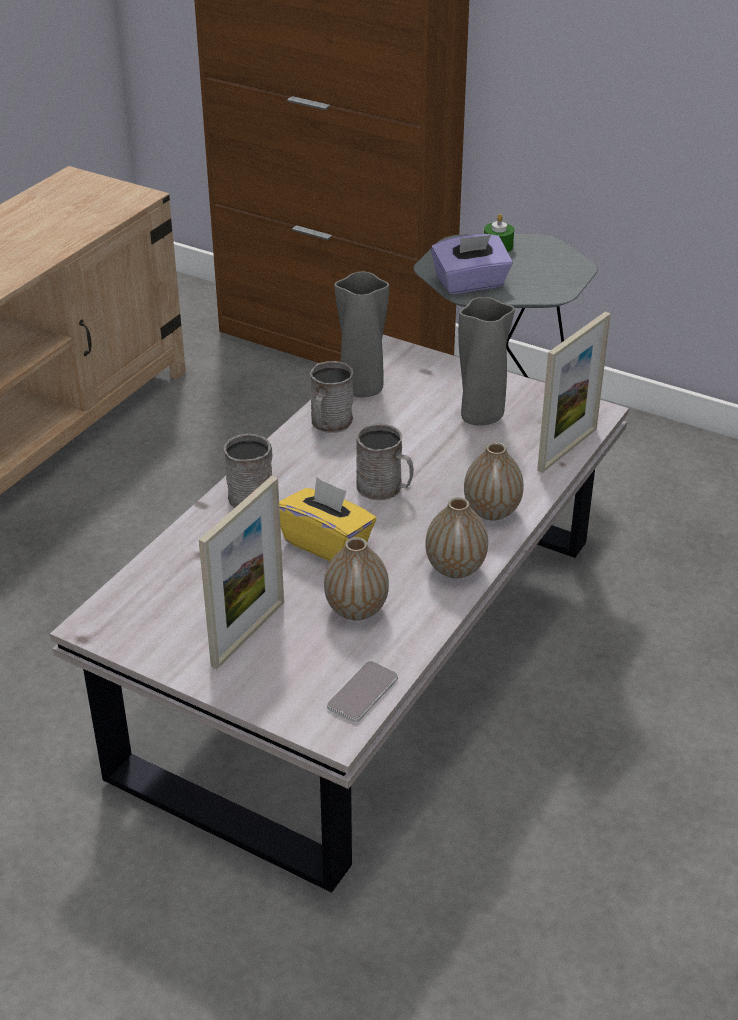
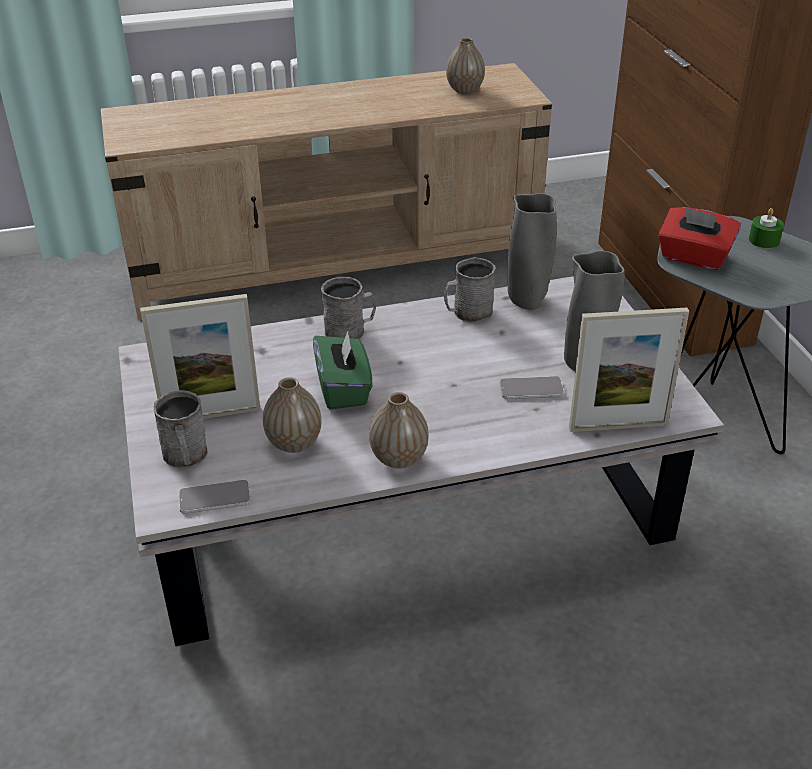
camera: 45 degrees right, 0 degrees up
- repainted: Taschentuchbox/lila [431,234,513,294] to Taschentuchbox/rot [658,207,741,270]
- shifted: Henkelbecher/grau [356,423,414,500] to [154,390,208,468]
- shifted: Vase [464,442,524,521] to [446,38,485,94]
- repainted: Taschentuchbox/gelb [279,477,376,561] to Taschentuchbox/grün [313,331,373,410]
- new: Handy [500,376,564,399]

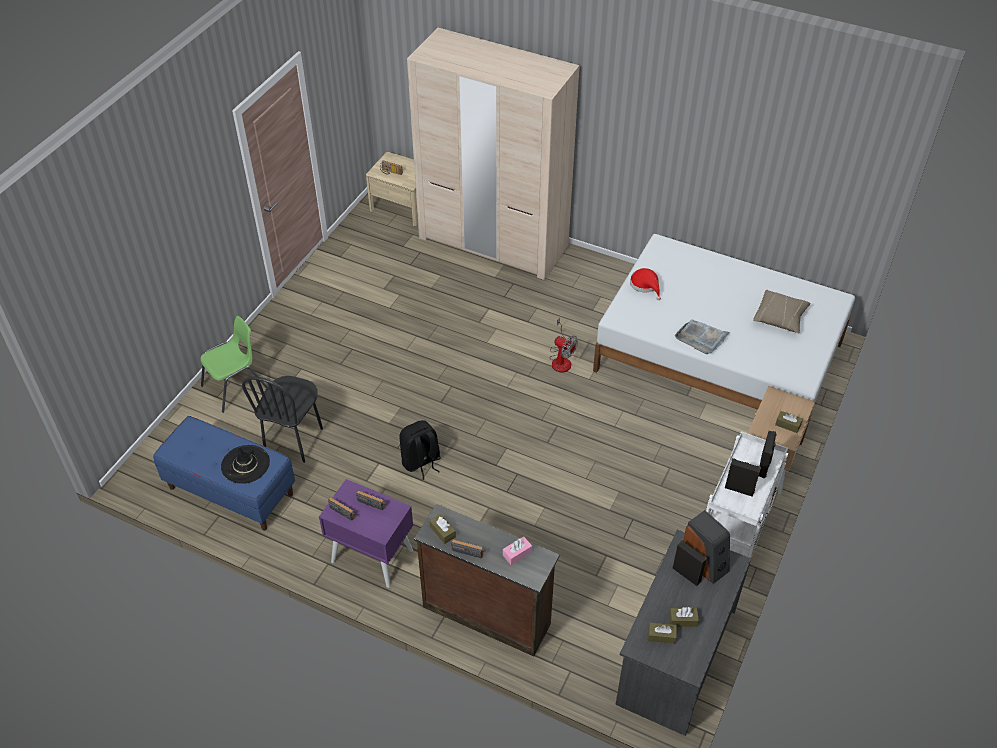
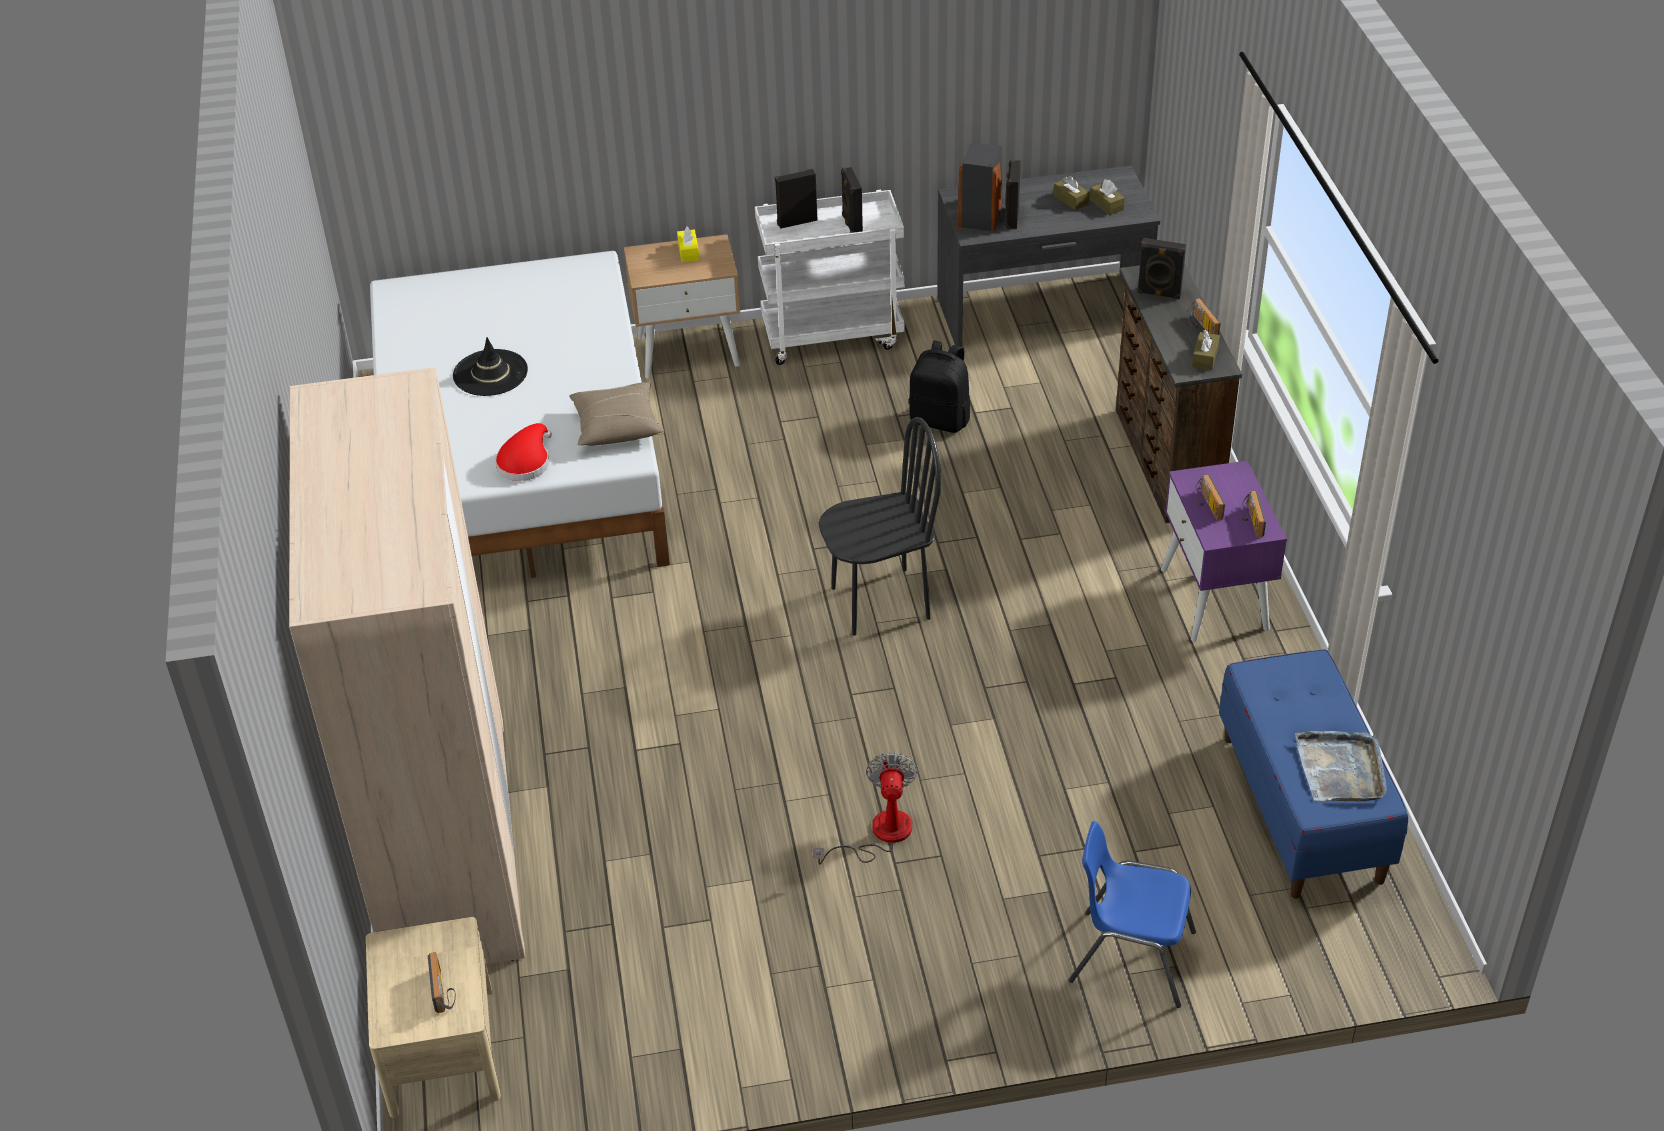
camera: 125 degrees left, 5 degrees down
- shifted: Kissen/beige [753,290,810,334] to [569,382,664,446]
- repainted: Stuhl/grün [200,316,267,413] to Stuhl/blau [1069,821,1196,1008]
- shifted: Ventilator [549,318,578,373] to [813,752,917,865]
- shifted: Tablett/grau [675,319,730,354] to [1295,731,1388,801]
- shifted: Stuhl/schwarz [242,376,323,463] to [818,417,941,636]
- repainted: Taschentuchbox/braun [775,411,803,433] to Taschentuchbox/gelb [677,226,700,262]
- shifted: Rucksack/schwarz [399,420,441,480] to [909,340,970,433]
- shifted: Hut/schwarz [221,445,270,484] to [453,337,528,396]
- swapped: Taschentuchbox/rosa [503,536,532,565] to Lautsprecher/schwarz [1137,238,1186,300]

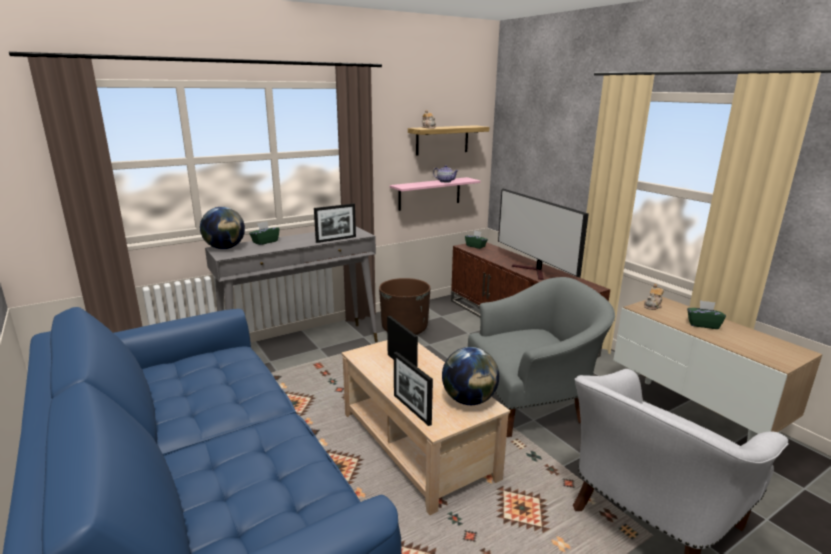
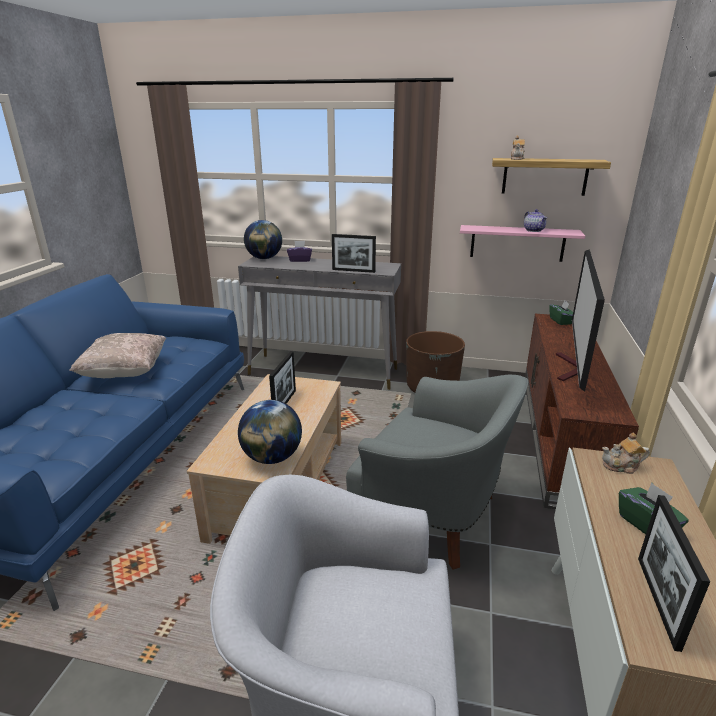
camera: 45 degrees right, 5 degrees up
- repainted: Taschentuchbox/grün [249,221,280,245] to Taschentuchbox/lila [287,241,312,262]
- shifted: Bilderrahmen [394,352,433,426] to [638,495,710,652]
- new: Kissen/beige [69,333,166,378]

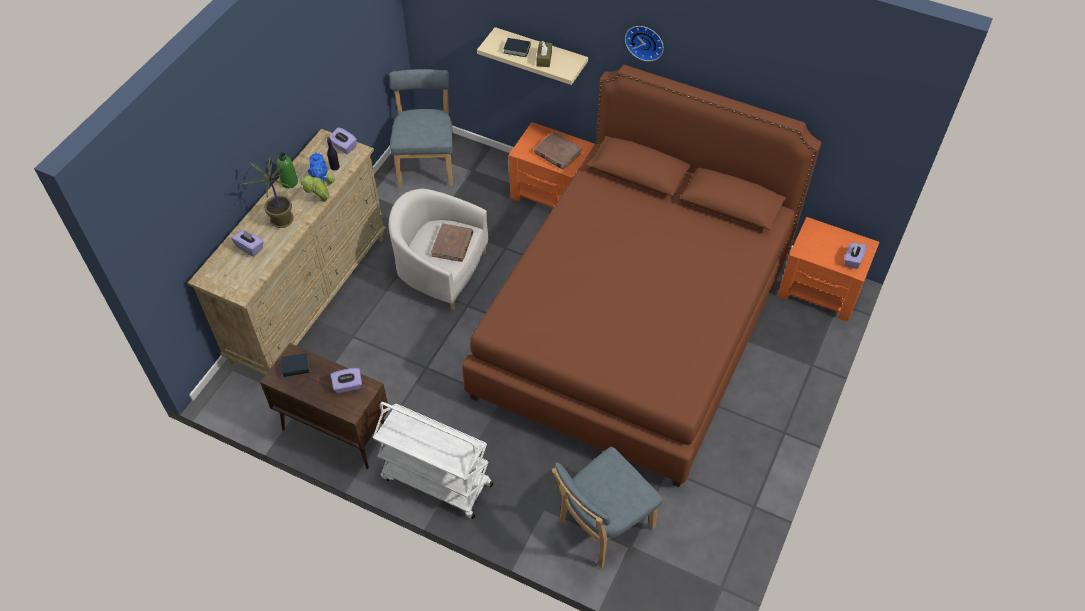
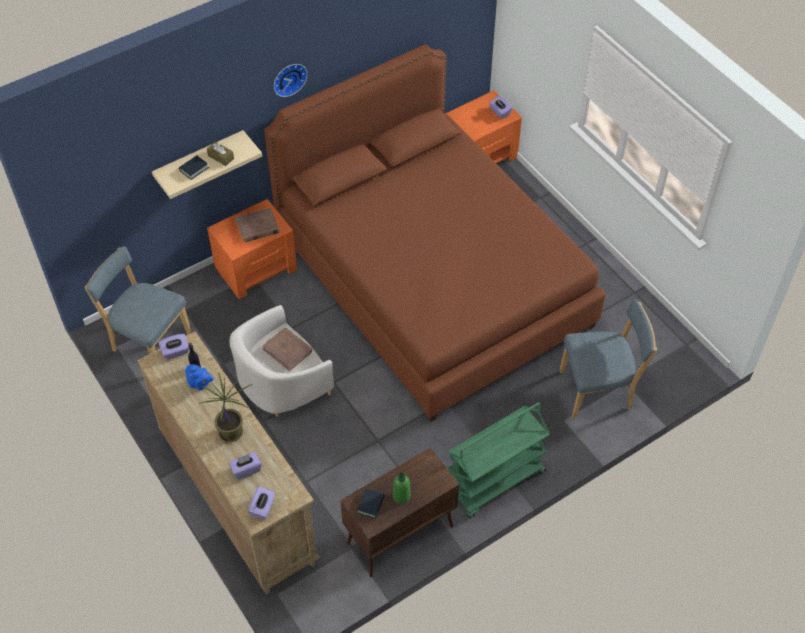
camera: 60 degrees left, 0 degrees up
- shifted: Flasche/grün [277,152,298,188] to [393,473,411,504]
- gone: Topfpflanze [301,173,335,202]
- shifted: Taschentuchbox/lila [331,368,362,393] to [248,486,275,519]
- repainted: Rollwagen/weiß [373,402,493,519] to Rollwagen/grün [448,403,550,518]
- rotated: Stuhl/blau [552,447,662,568] = [559,299,657,418] 90 degrees counterclockwise

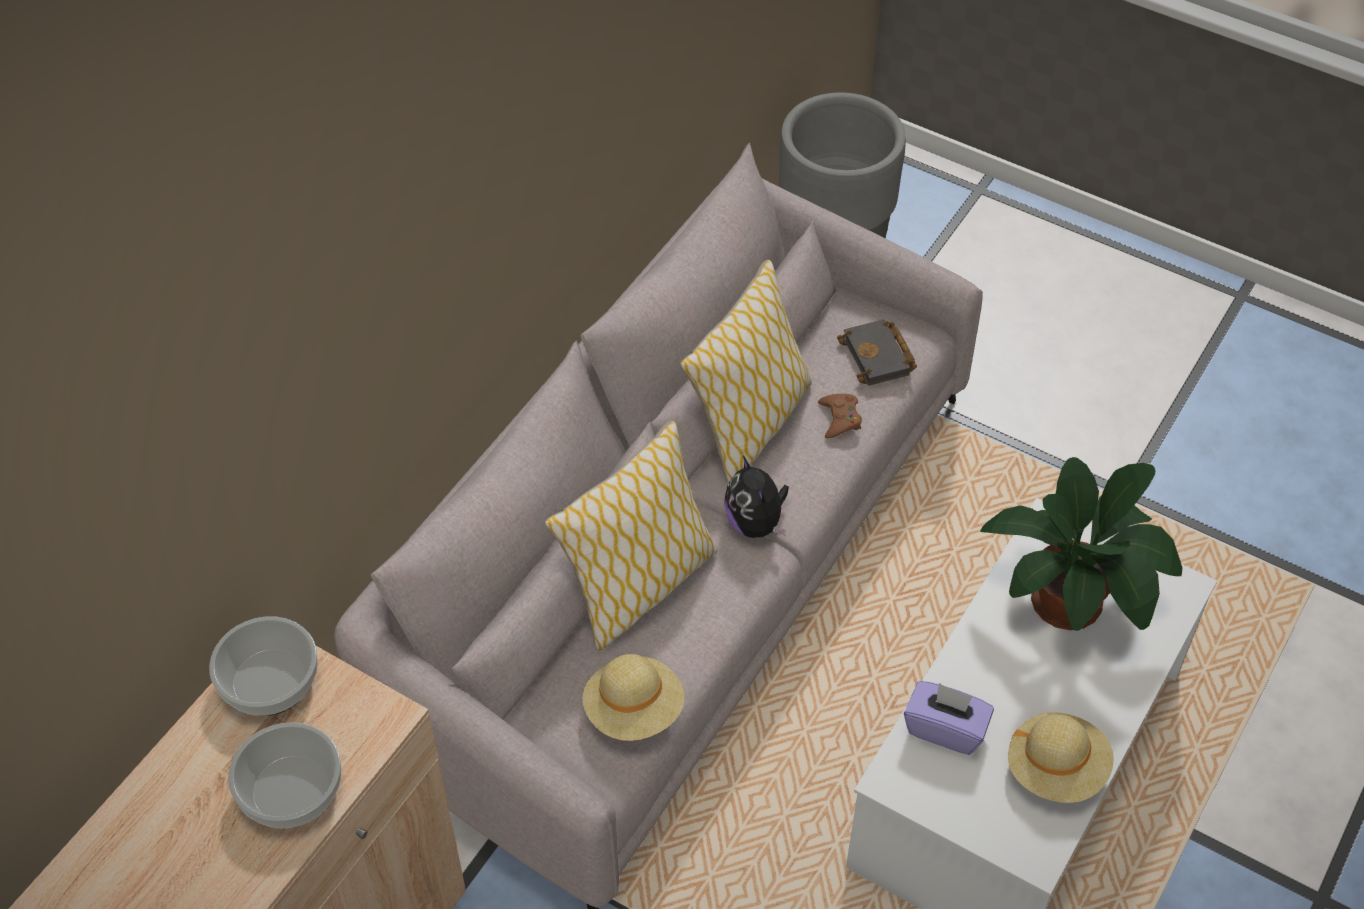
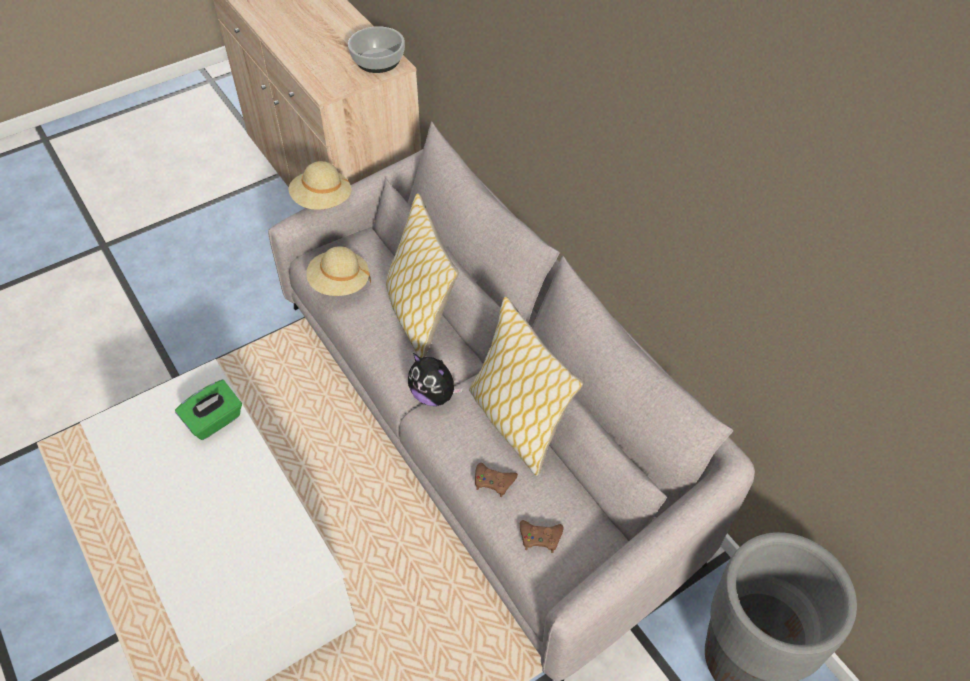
camera: 115 degrees right, 0 degrees up
- swapped: Buch/schwarz [837,319,917,386] to Gamepad/braun [520,520,564,553]
- rotated: Plüschtier [724,456,789,538] = [408,353,463,406] 150 degrees counterclockwise
- gone: Topfpflanze [980,457,1182,631]
- repainted: Taschentuchbox/lila [904,681,994,755] to Taschentuchbox/grün [175,380,242,440]
- shifted: Hut/beige [1008,712,1114,803] to [289,161,351,210]
- gone: Schüssel [228,722,341,829]

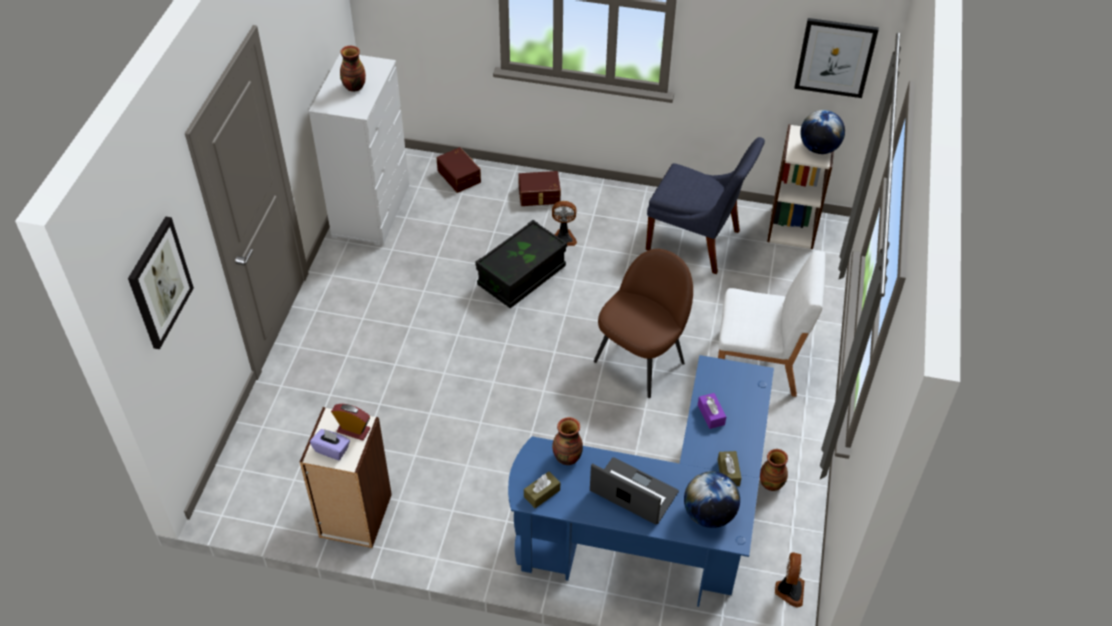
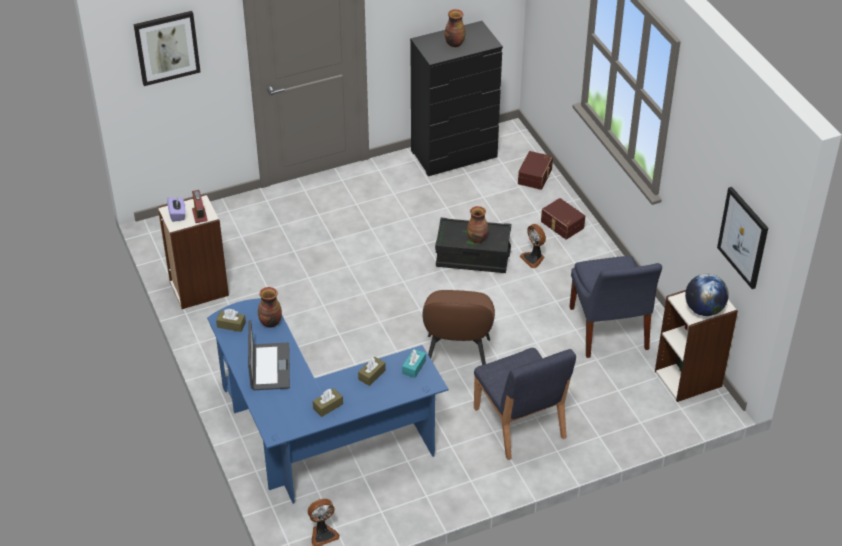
camera: 55 degrees right, 5 degrees down
- repainted: Kommode/weiß [309,52,409,246] to Kommode/schwarz [410,21,503,176]
- rotated: Stuhl/braun [594,249,693,398] = [422,290,495,365] 90 degrees clockwise
- repainted: Stuhl/weiß [718,251,825,397] to Stuhl/blau [474,348,576,460]
- repainted: Taschentuchbox/lila [698,393,726,429] to Taschentuchbox/braun [358,357,386,386]
- shifted: Vase [760,449,788,491] to [467,206,489,244]
- gone: Globus [684,471,740,528]
- new: Taschentuchbox/türkis [402,349,426,378]

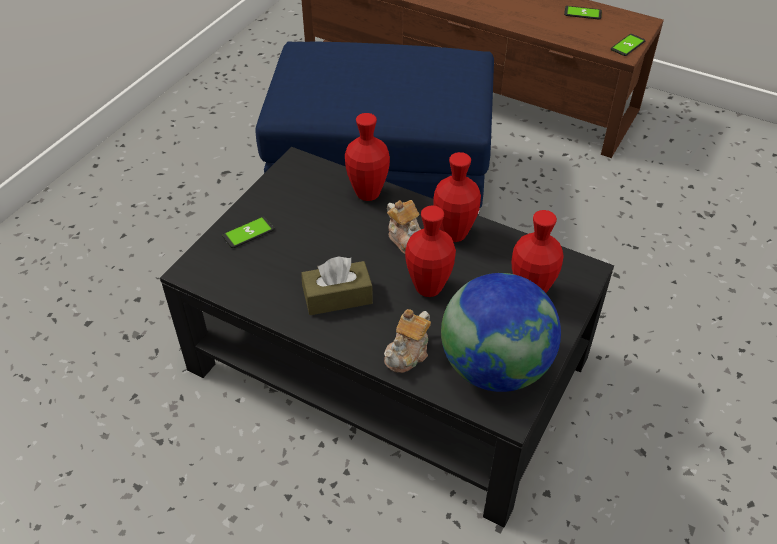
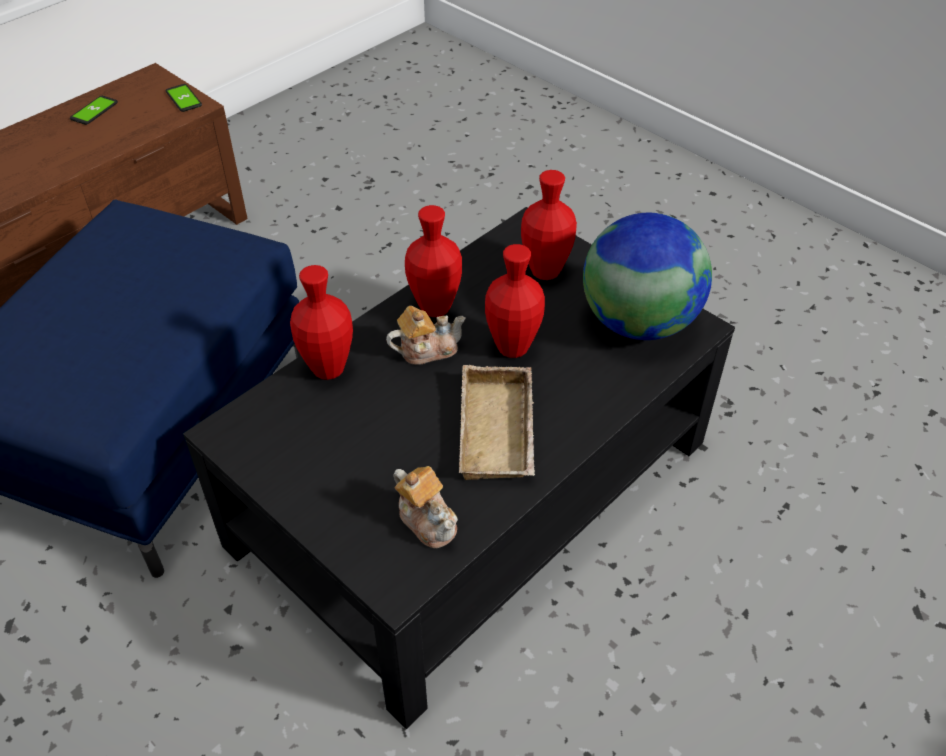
camera: 75 degrees left, 0 degrees up
- gone: Handy [222,216,275,248]
- swapped: Taschentuchbox/braun [301,257,373,315] to Tablett/beige [459,365,535,480]
- shifted: Teekanne [384,309,431,373] to [394,466,458,548]

